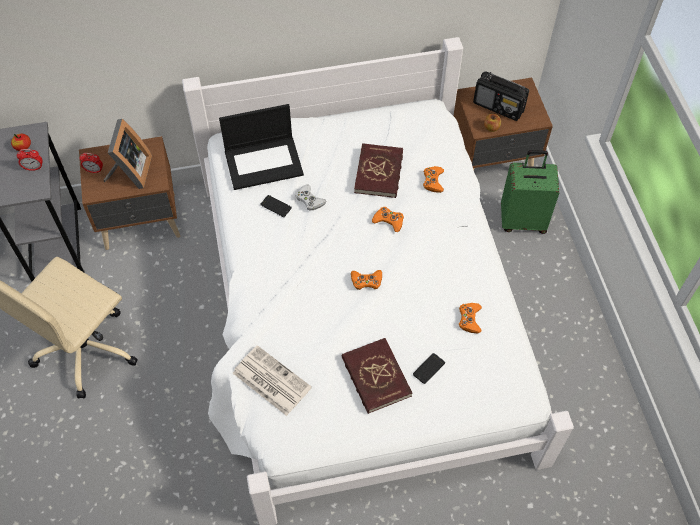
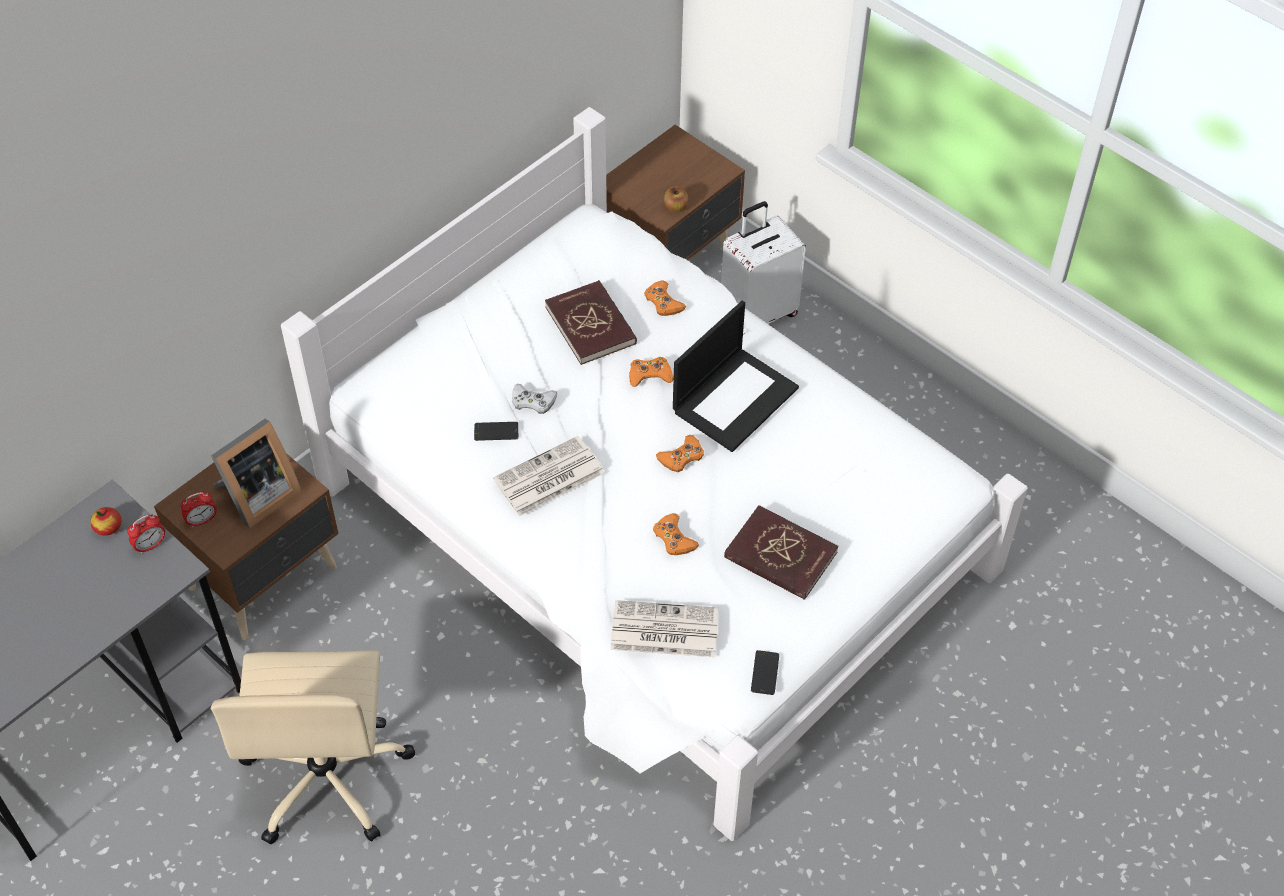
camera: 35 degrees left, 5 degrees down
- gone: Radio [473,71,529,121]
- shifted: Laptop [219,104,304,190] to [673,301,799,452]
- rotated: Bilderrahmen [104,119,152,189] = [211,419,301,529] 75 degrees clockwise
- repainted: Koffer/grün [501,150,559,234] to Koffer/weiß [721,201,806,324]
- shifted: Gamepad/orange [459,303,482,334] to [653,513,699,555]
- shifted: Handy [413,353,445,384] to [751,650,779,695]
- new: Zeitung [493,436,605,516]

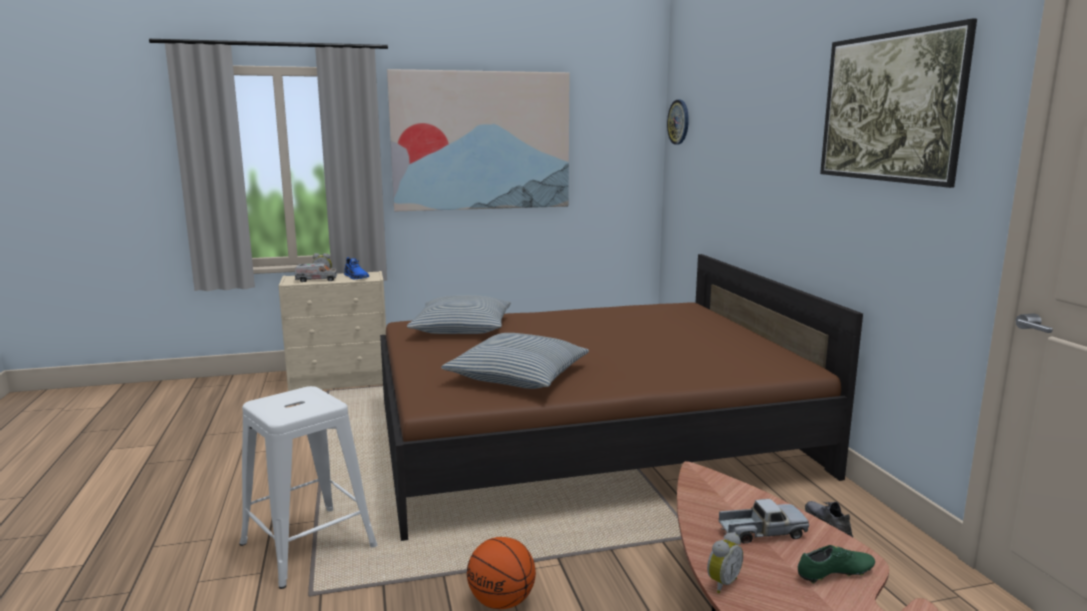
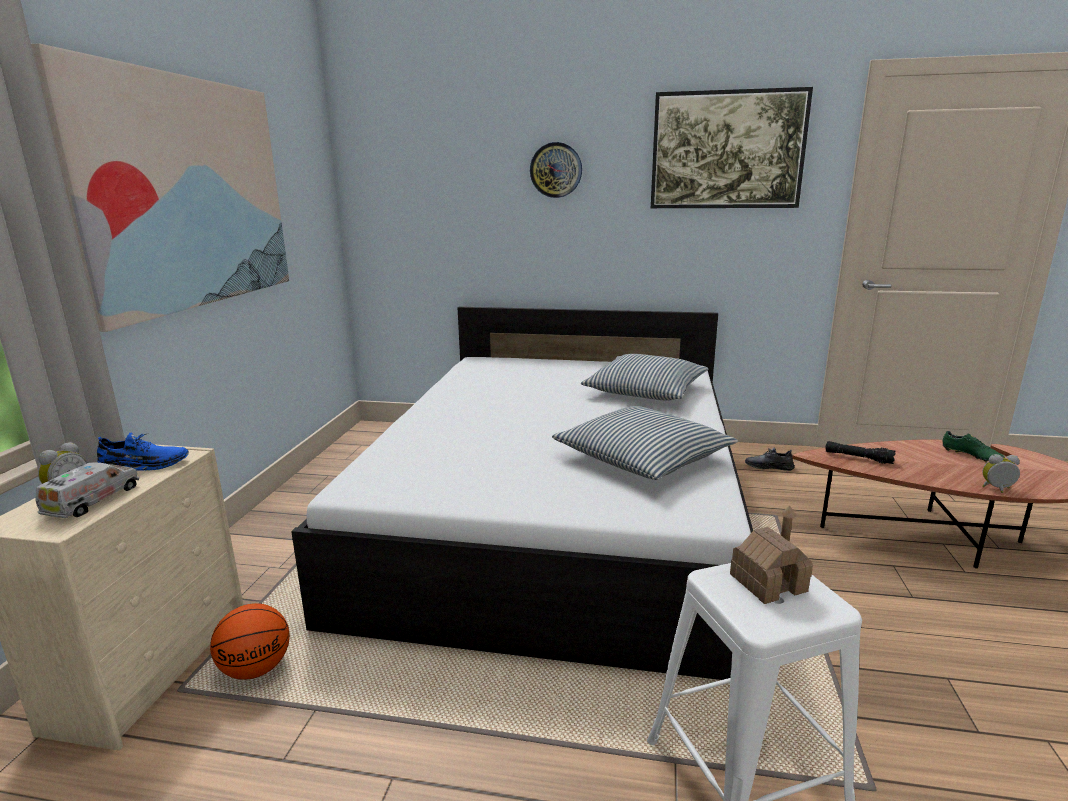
camera: 65 degrees left, 5 degrees up
- shifted: Wanduhr [667,100,689,145] to [530,142,582,198]
- repainted: Bett/braun [380,254,863,541] to Bett/weiß [291,307,753,680]
- shifted: Kissen [407,295,511,334] to [581,354,709,401]
- gone: Spielzeuglaster [719,499,809,543]
- rotated: Wecker [707,532,743,593] = [982,454,1020,493] 60 degrees counterclockwise
- shifted: Basketball [467,537,536,609] to [210,603,290,680]
- rotated: Schuh/grün [798,545,875,584] = [943,431,1005,462] 135 degrees clockwise
- new: Taschenlampe/schwarz [825,441,896,464]
- new: Spielzeughaus [730,506,813,604]

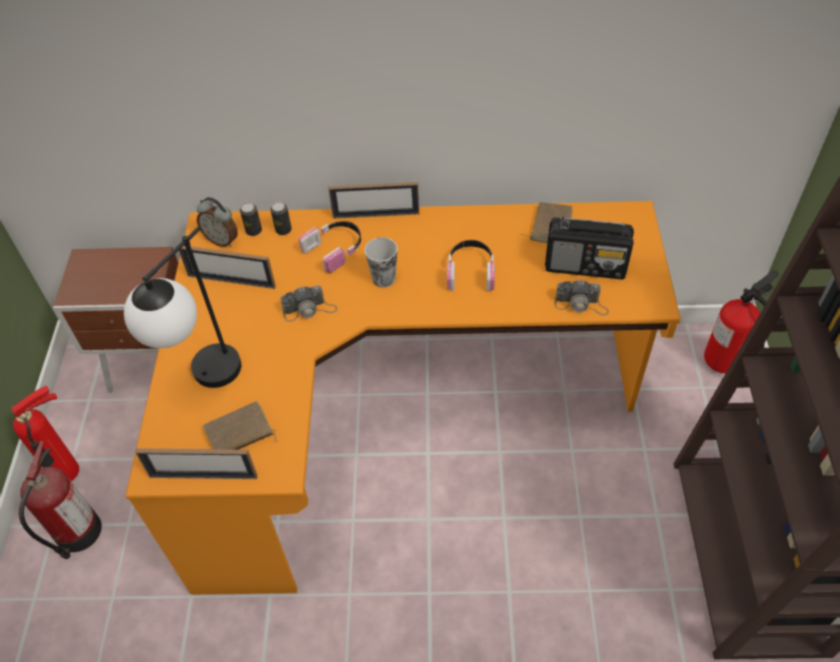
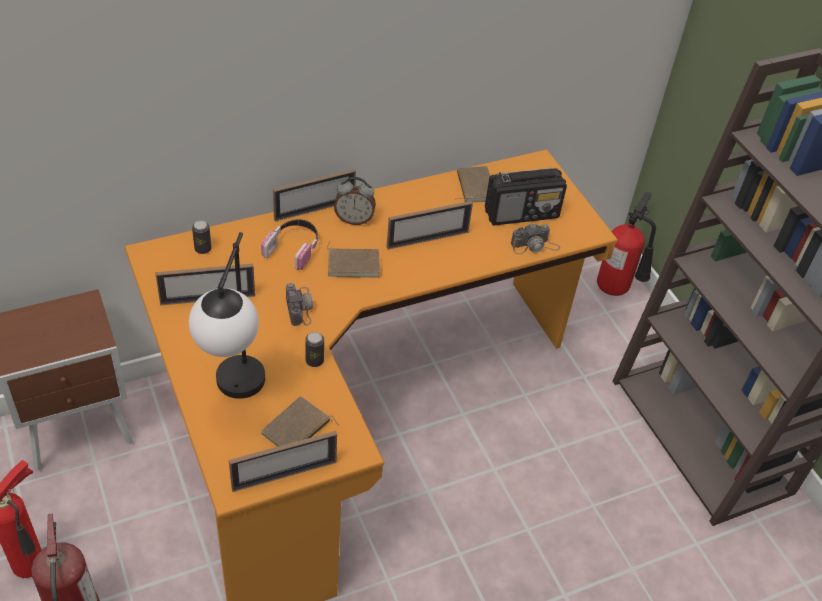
camera: 30 degrees left, 5 degrees down
- shifted: Wecker [197,197,238,247] to [334,177,376,225]
- shifted: Dose [270,202,292,235] to [305,332,324,367]
- swapped: Tasse [365,237,398,288] to Buch/braun [327,241,380,278]
- swapped: Kopfhörer [447,240,495,292] to Bilderrahmen [387,201,473,249]
- rotated: Kamera [281,286,337,322] = [286,283,313,326] 60 degrees counterclockwise

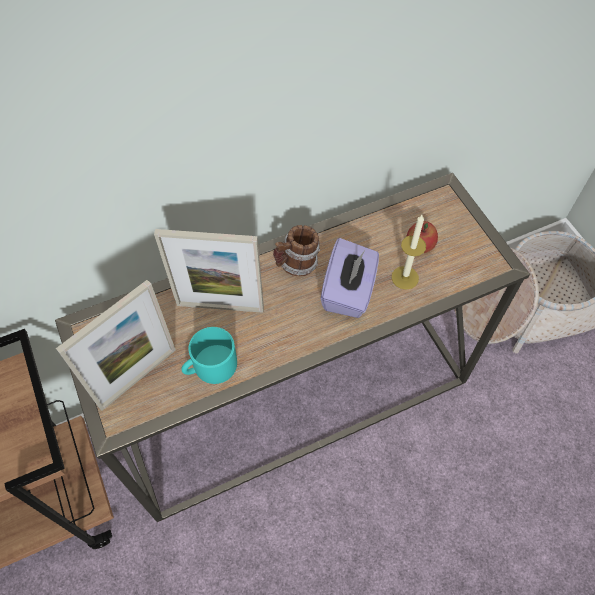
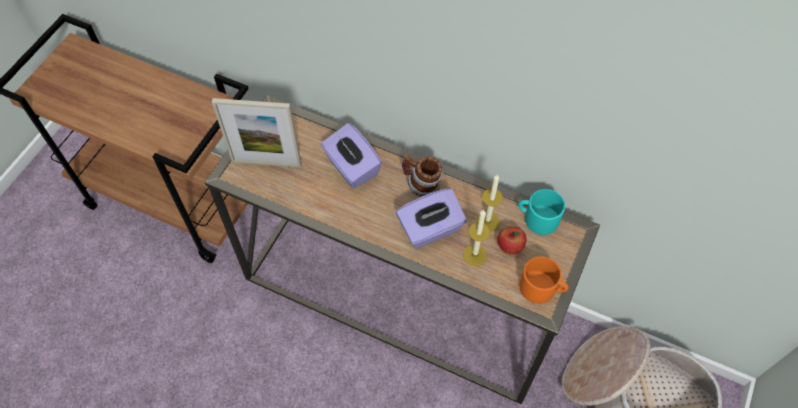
camera: 50 degrees right, 0 degrees up
- swapped: Bilderrahmen [154,229,264,313] to Taschentuchbox/lila [321,123,382,188]
- shifted: Henkelbecher/türkis [181,327,237,384] to [518,189,565,235]
- new: Kerze [476,175,503,232]
- new: Henkelbecher/orange [520,256,569,304]

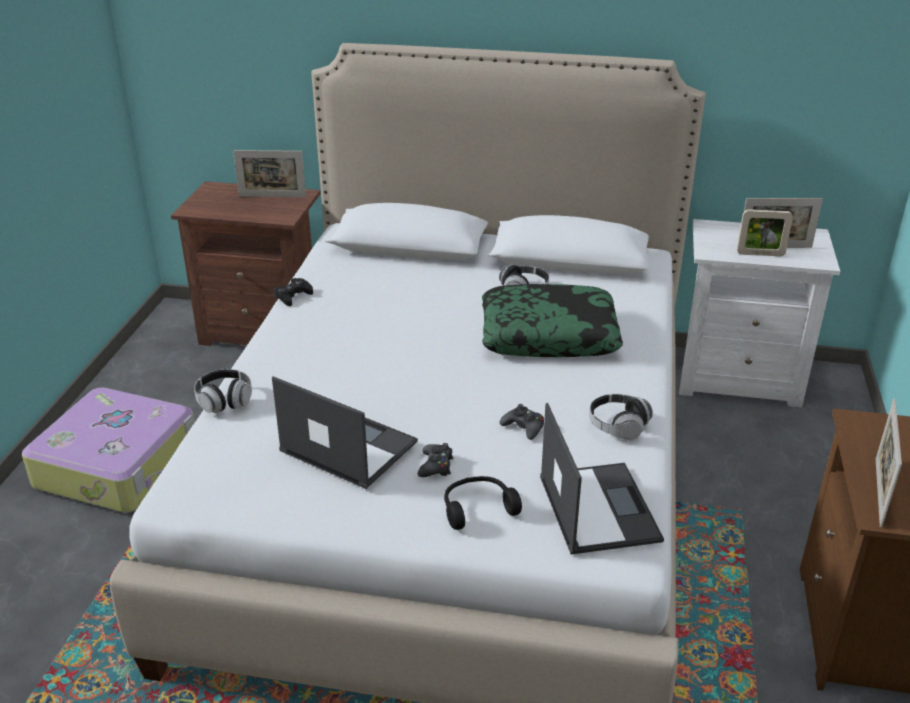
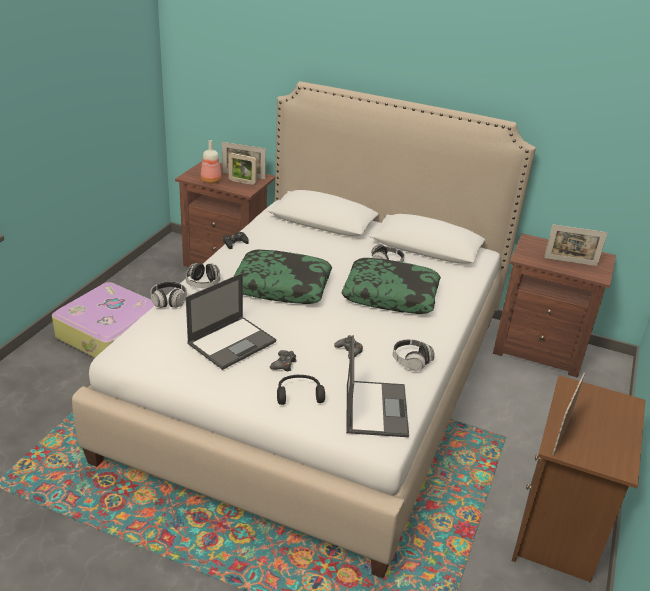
camera: 10 degrees right, 0 degrees up
- shifted: Bilderrahmen [737,209,793,256] to [228,153,257,185]
- repainted: Nachttisch/weiß [679,219,840,408] to Nachttisch/braun [493,233,616,378]
- rotated: Laptop [272,376,418,489] = [186,273,276,370] 90 degrees clockwise
- new: Flasche [201,140,222,184]
- new: Kissen [233,250,332,304]
- new: Kopfhörer [186,263,220,288]

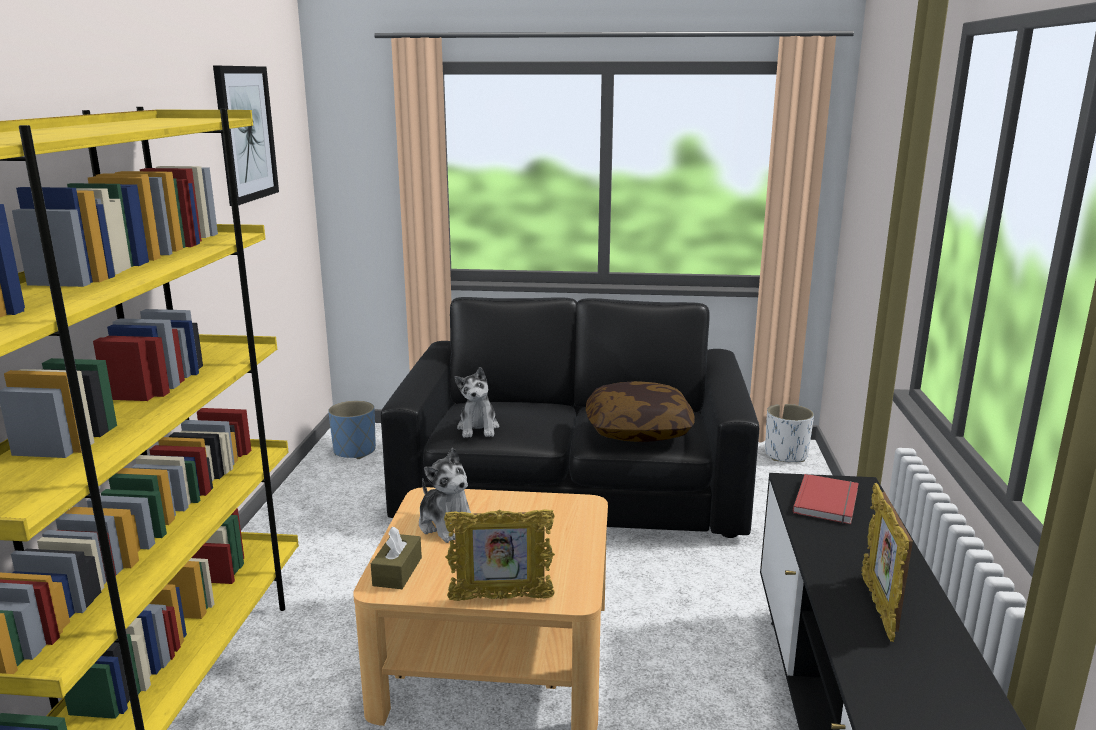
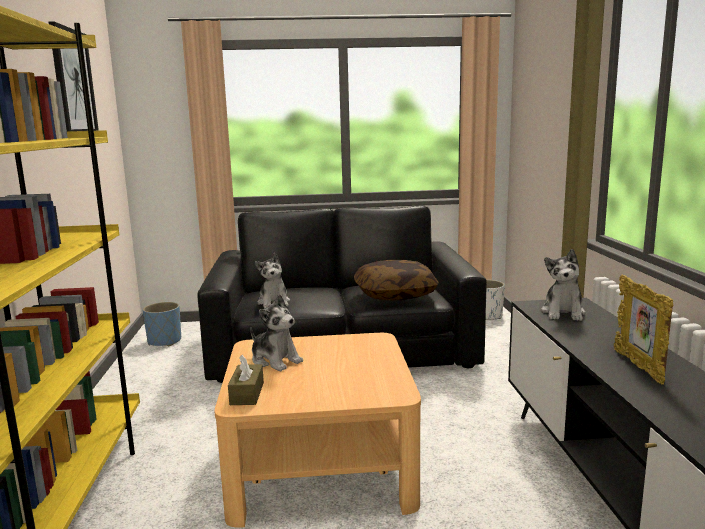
camera: 10 degrees left, 5 degrees down
- swapped: Buch/rot [793,474,859,524] to Plüschtier [541,249,586,321]
- gone: Bilderrahmen [444,509,555,601]

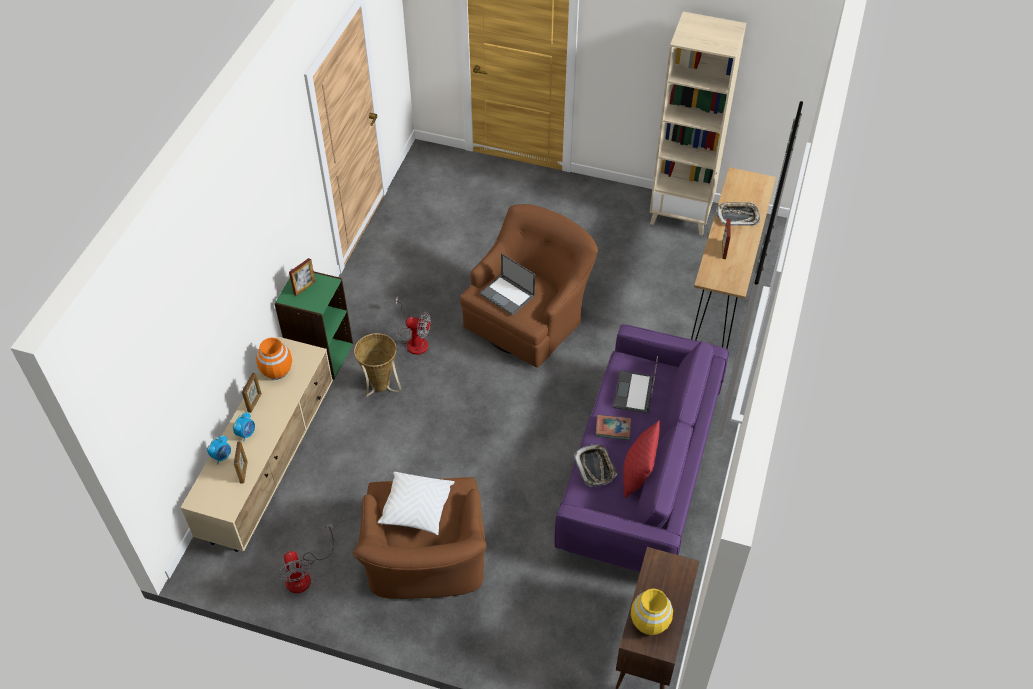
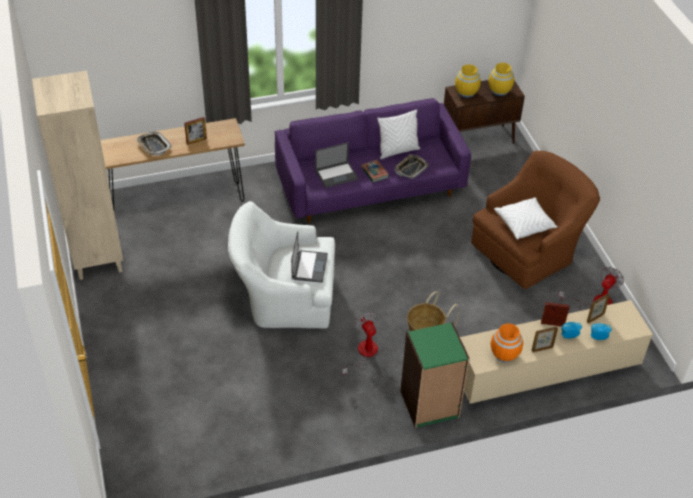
camera: 125 degrees left, 5 degrees down
- repainted: Sessel/braun [460,204,598,367] to Sessel/weiß [228,201,335,328]
- shifted: Bilderrahmen [289,258,316,296] to [541,302,569,327]
- repainted: Kissen/rot [623,420,660,498] to Kissen/weiß [377,109,420,159]
- new: Vase/gelb [455,64,481,98]

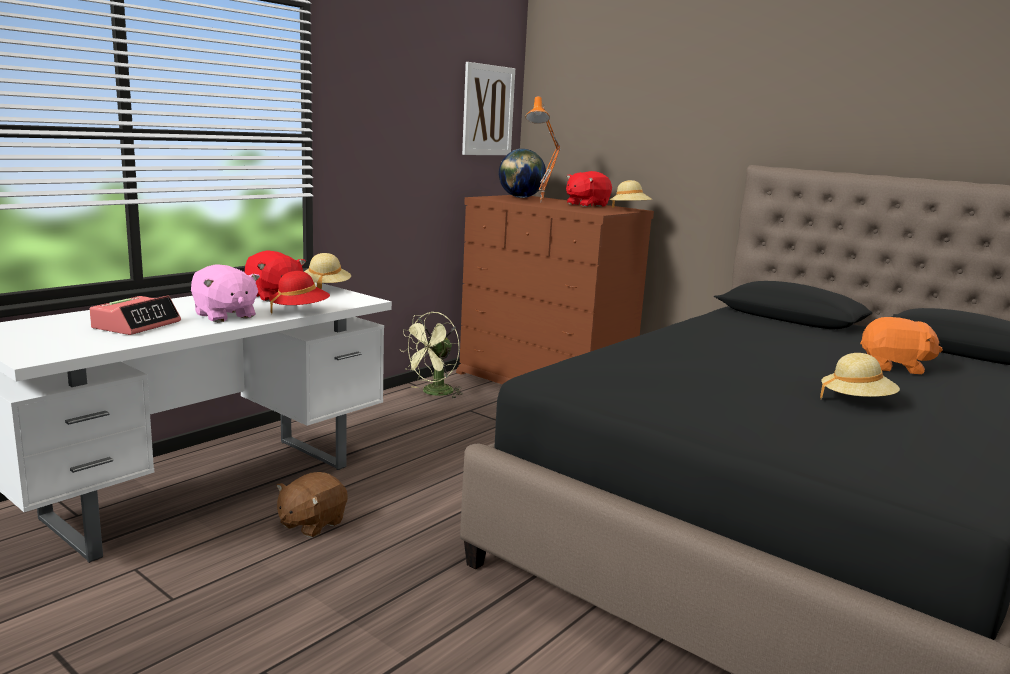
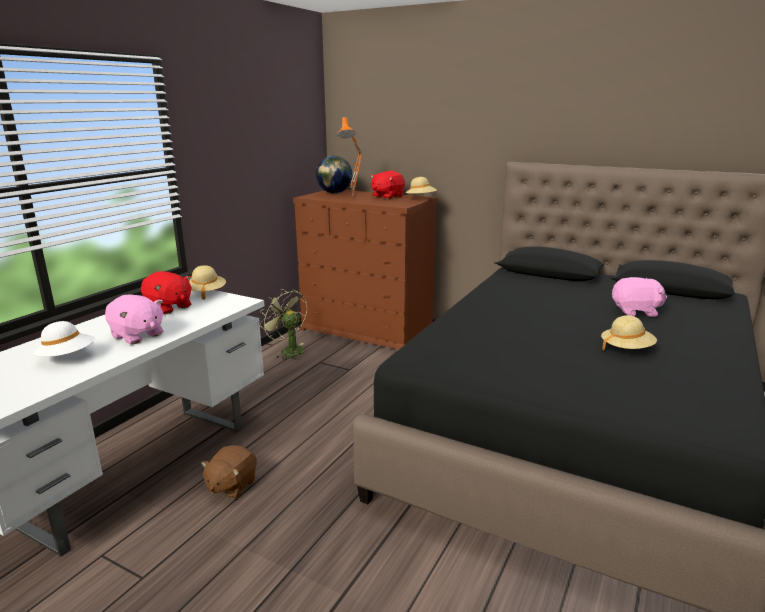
camera: 10 degrees left, 5 degrees up
- gone: Bild [462,62,515,155]
- gone: Hut/rot [269,271,330,314]
- swapped: Wecker [90,296,181,335] to Hut/weiß [33,321,95,357]
- rotated: Ventilator/grün [400,312,463,398] = [260,289,307,360] 105 degrees clockwise
- repainted: Plüschtier/orange [860,317,943,375] to Plüschtier/rosa [612,277,667,317]

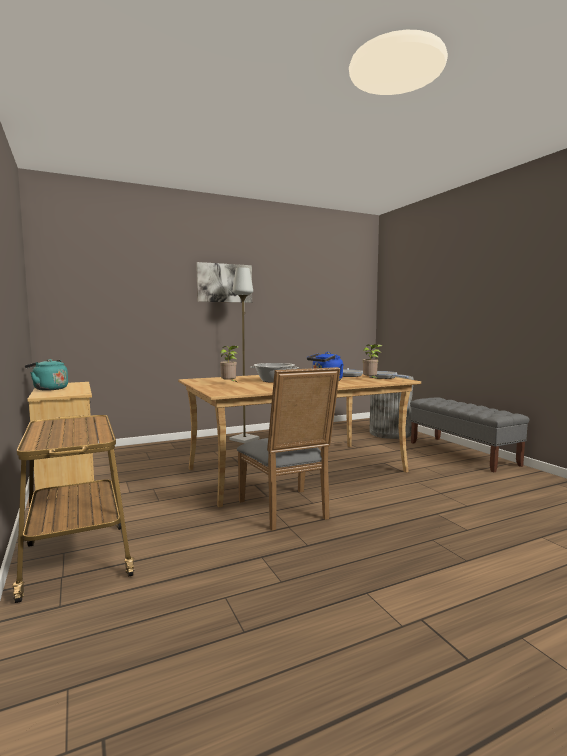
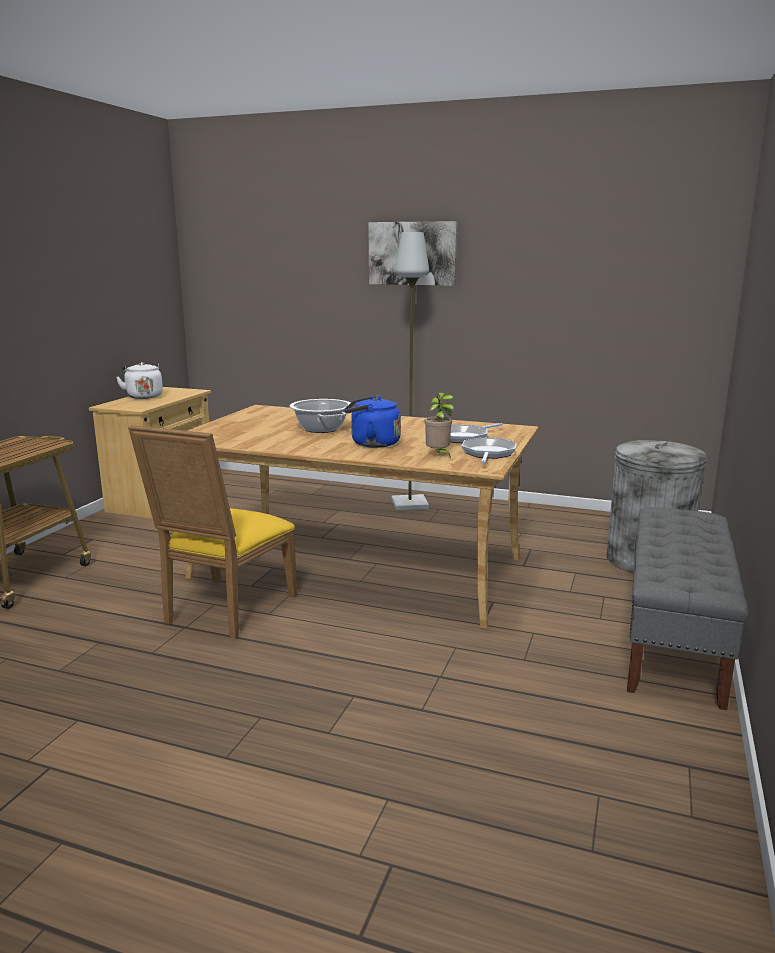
camera: 45 degrees right, 10 degrees up
- gone: Topfpflanze [220,346,239,382]
- repainted: Wasserkessel/türkis [25,359,68,391] to Wasserkessel/weiß [116,362,163,399]
- repainted: Stuhl/grau [237,367,340,531] to Stuhl/gelb [128,425,297,639]

